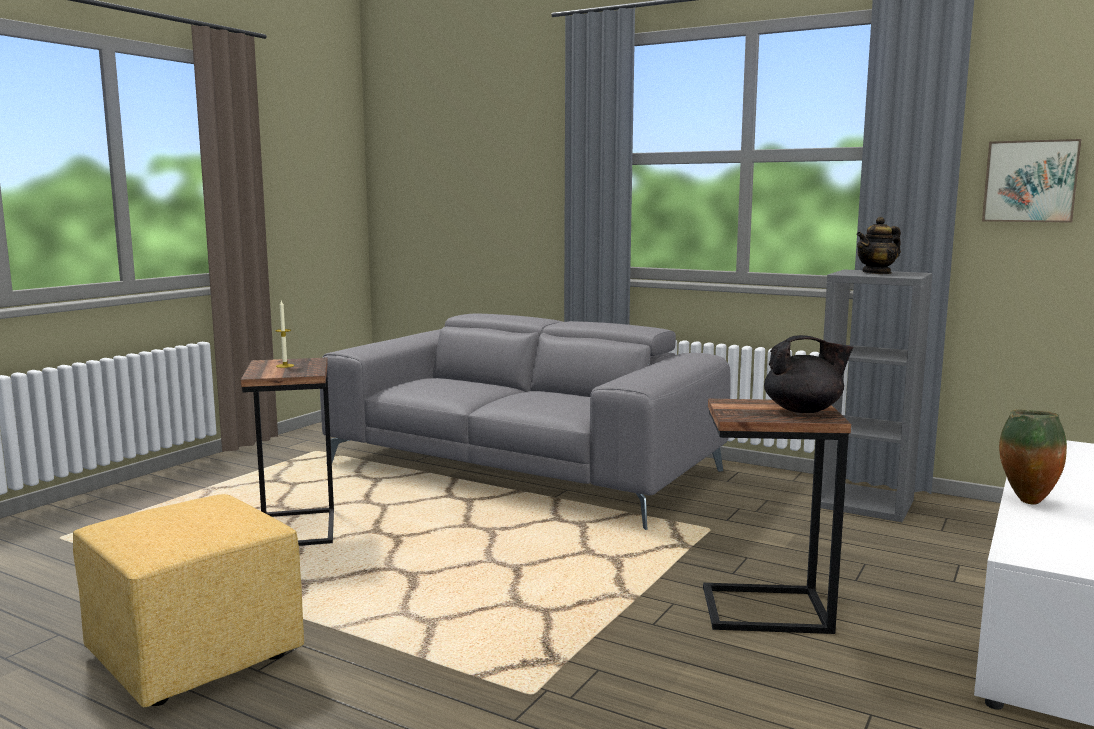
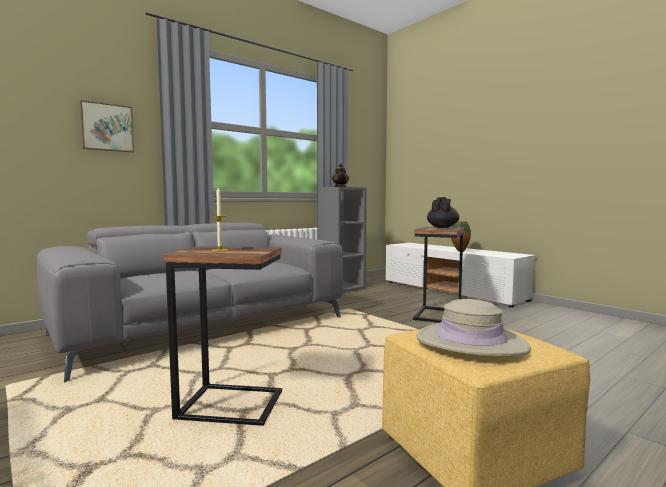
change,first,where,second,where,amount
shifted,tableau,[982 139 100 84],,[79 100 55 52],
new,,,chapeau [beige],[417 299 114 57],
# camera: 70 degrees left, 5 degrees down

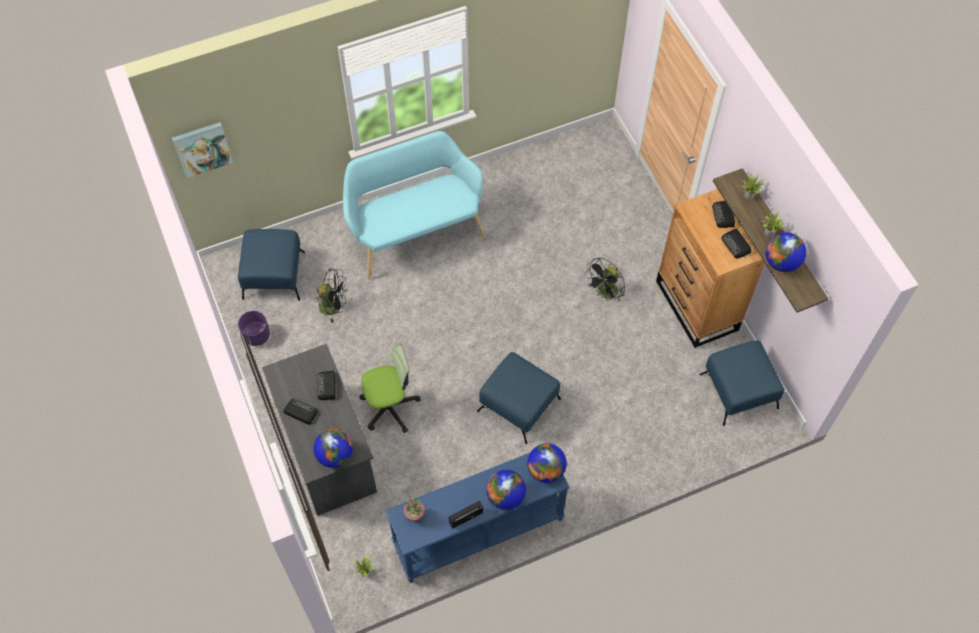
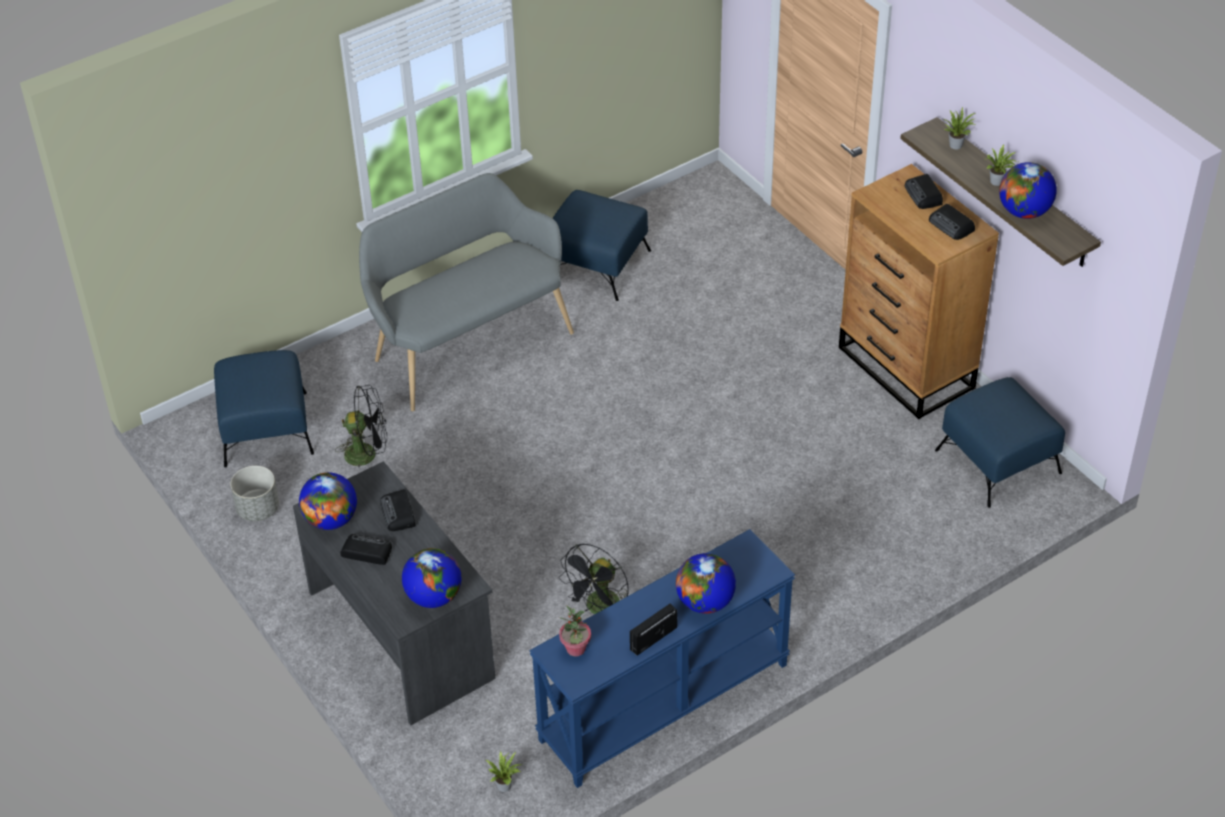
change,first,where,second,where,amount
repainted,cache-pot [violet],[238 311 32 35],cache-pot [gris],[230 466 49 55],
shifted,globe,[527 443 40 40],,[299 472 58 58],
repainted,banc [turquoise],[343 131 142 149],banc [gris],[359 173 215 238],
shifted,pouf [bleu],[477 352 84 92],,[553 190 98 111],
shifted,ventilateur [noir],[585 257 40 44],,[559 544 70 70],
gone,tableau,[172 122 61 56],,,
gone,chaise de bureau,[359 344 62 89],,,
# camera: 10 degrees left, 15 degrees down

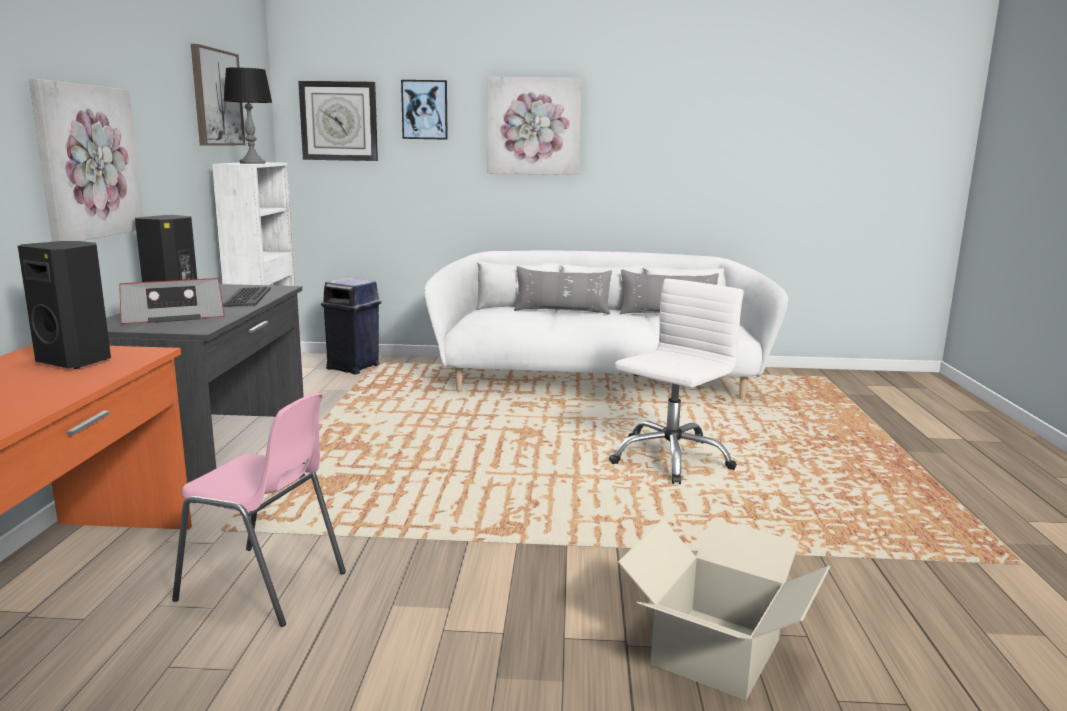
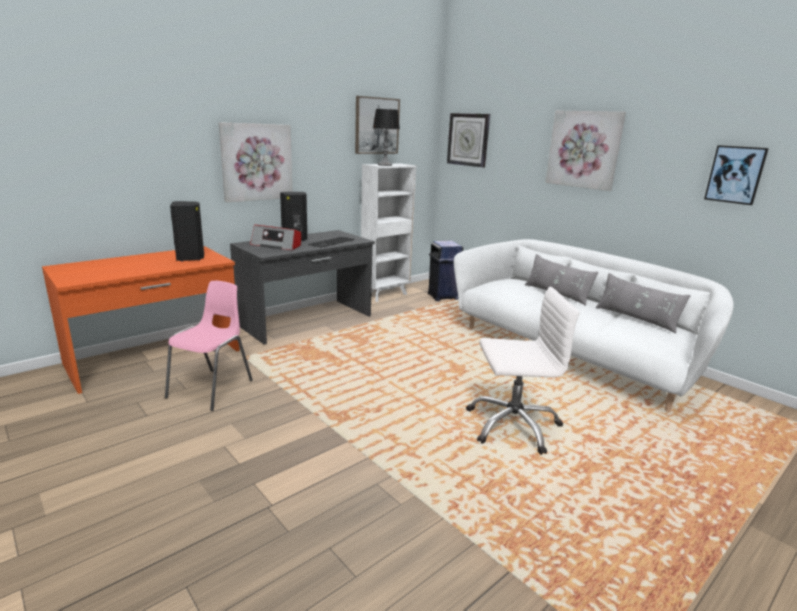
change,first,where,second,where,amount
rotated,chaise [rose],[172 392 174 235],,[165 281 88 130],135 degrees counterclockwise
shifted,tableau,[401 80 47 60],,[704 145 65 60],
gone,carton,[618 519 213 181],,,
# camera: 45 degrees right, 5 degrees up

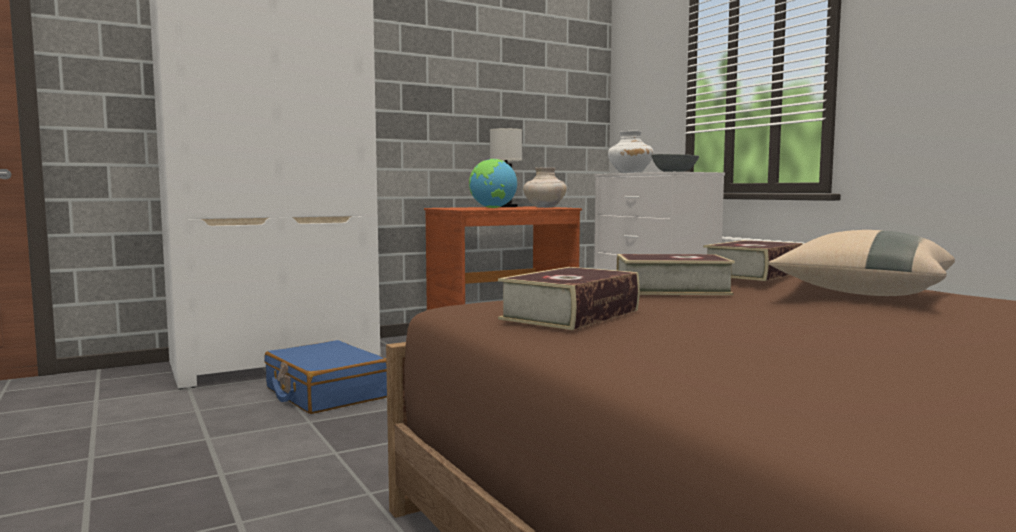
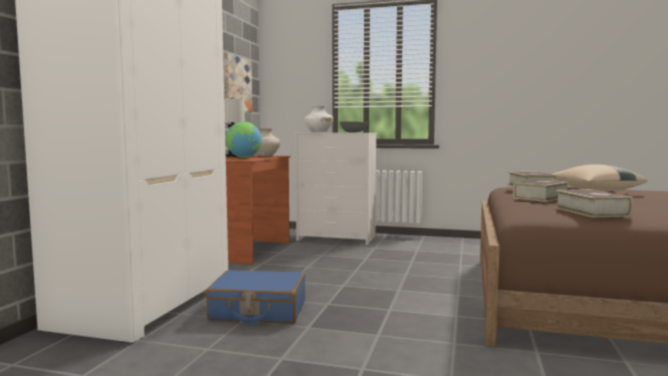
change,first,where,second,where,amount
new,,,tableau,[224 53 28 60],
# camera: 45 degrees left, 0 degrees up

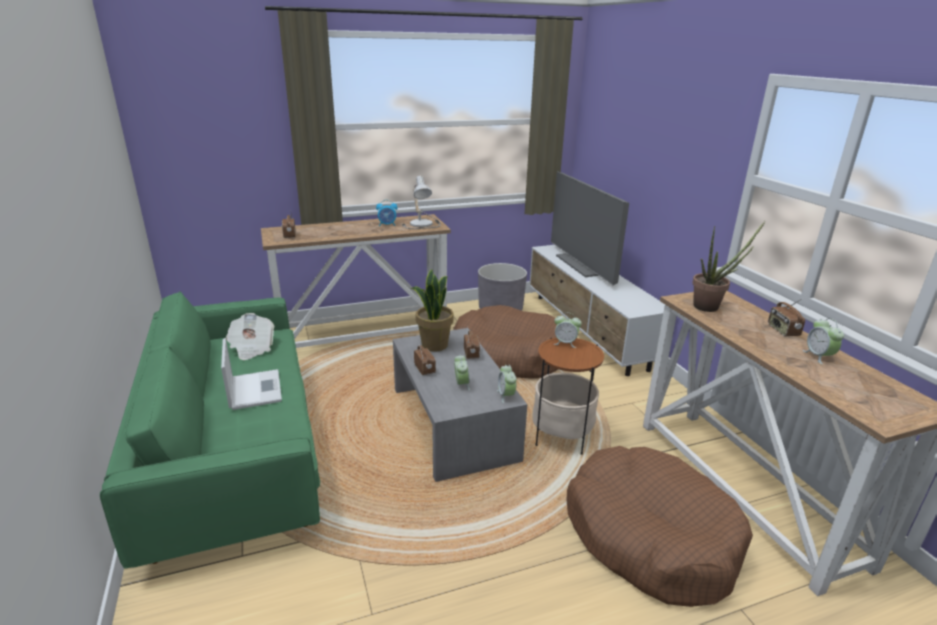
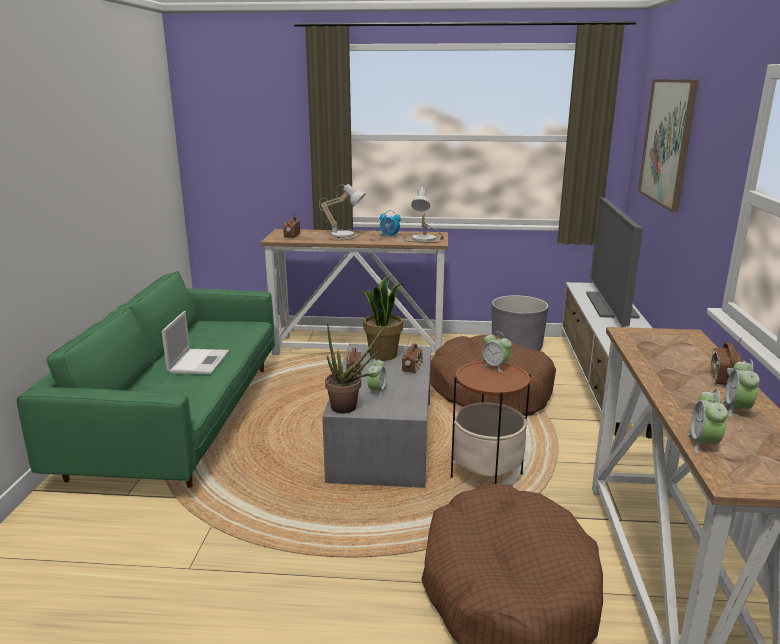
change,first,where,second,where,amount
new,,,lampe de table,[319 184 47 56],
shifted,plante en pot,[692 221 73 91],,[325 323 61 91],
new,,,tableau,[638 79 61 133],
shifted,réveil,[497 365 20 38],,[688 389 40 65],
gone,journal,[226 313 48 47],,,
# camera: 25 degrees right, 5 degrees down

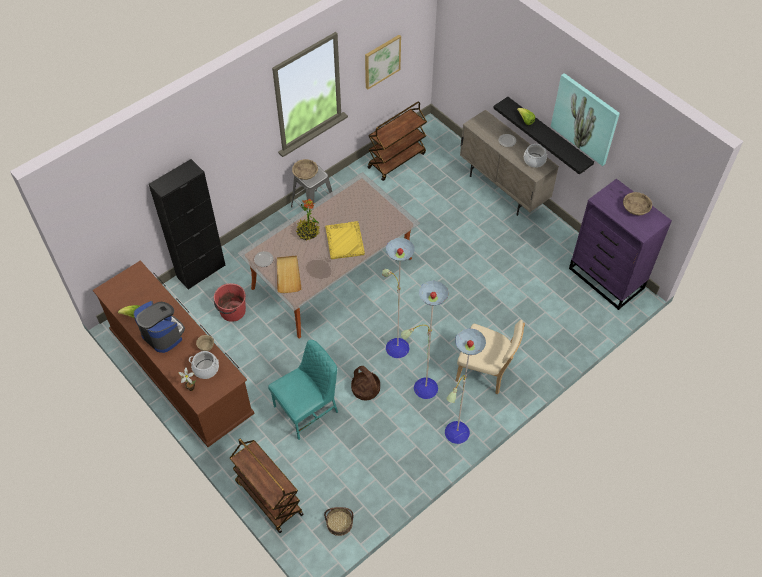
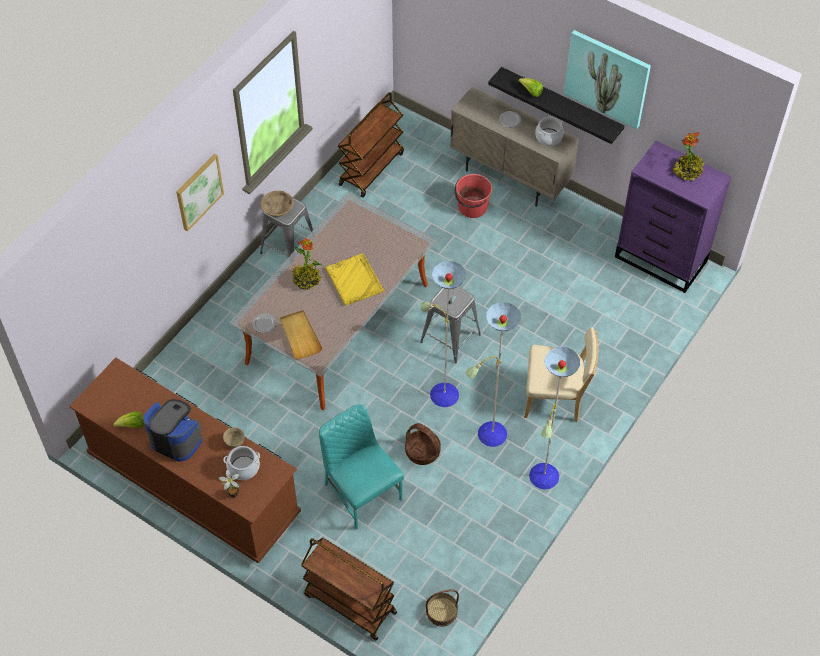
change,first,where,second,where,amount
shifted,tableau,[365 35 36 55],,[176 154 48 77],
rotated,chaise [turquoise],[268 340 70 100],,[319 405 85 124],75 degrees counterclockwise
new,,,tabouret [gris],[420 287 61 77],
shifted,seau [rouge],[214 283 32 39],,[455 174 37 44],
swapped,bol [beige],[623 192 29 23],plante en pot,[672 132 32 49],
gone,meuble de rangement [noir],[149 159 77 131],,,
# camera: 15 degrees left, 0 degrees up

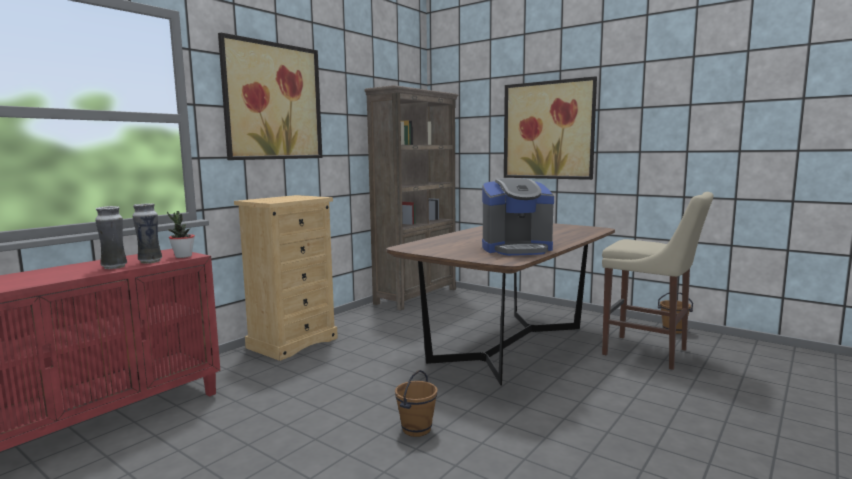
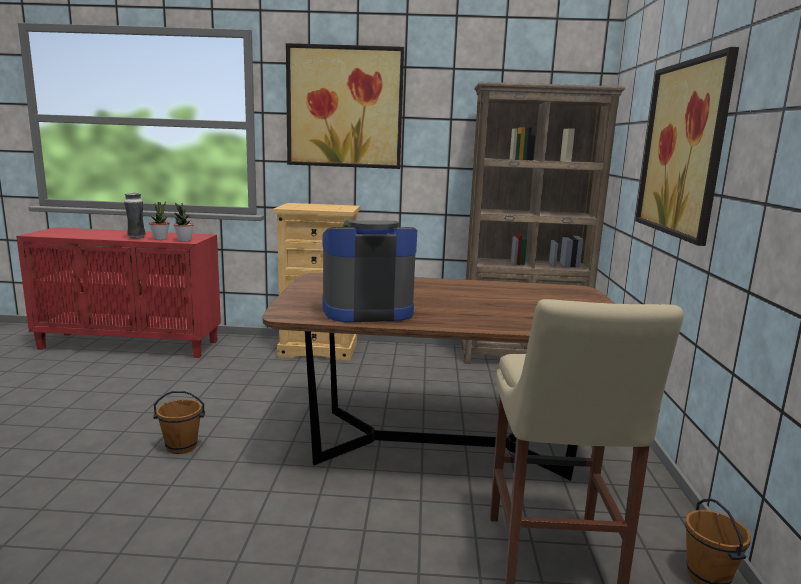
change,first,where,second,where,amount
swapped,vase,[133 204 29 60],plante en pot,[149 201 21 39],
rotated,machine à café,[482 178 72 78],,[322 220 95 102],120 degrees clockwise
# camera: 55 degrees right, 5 degrees up

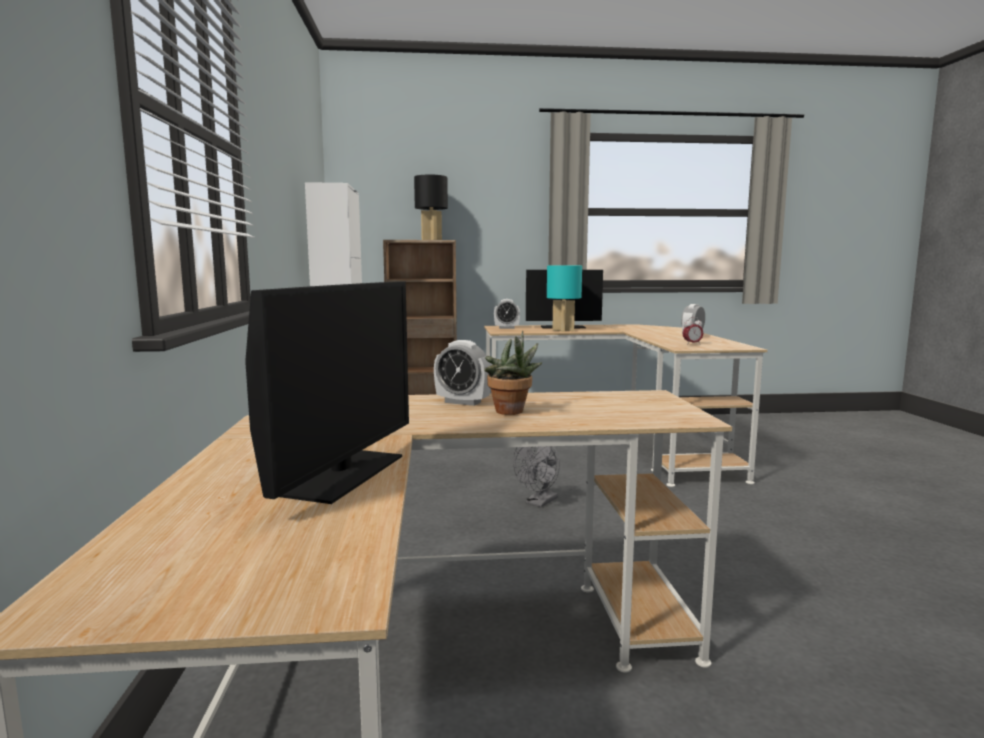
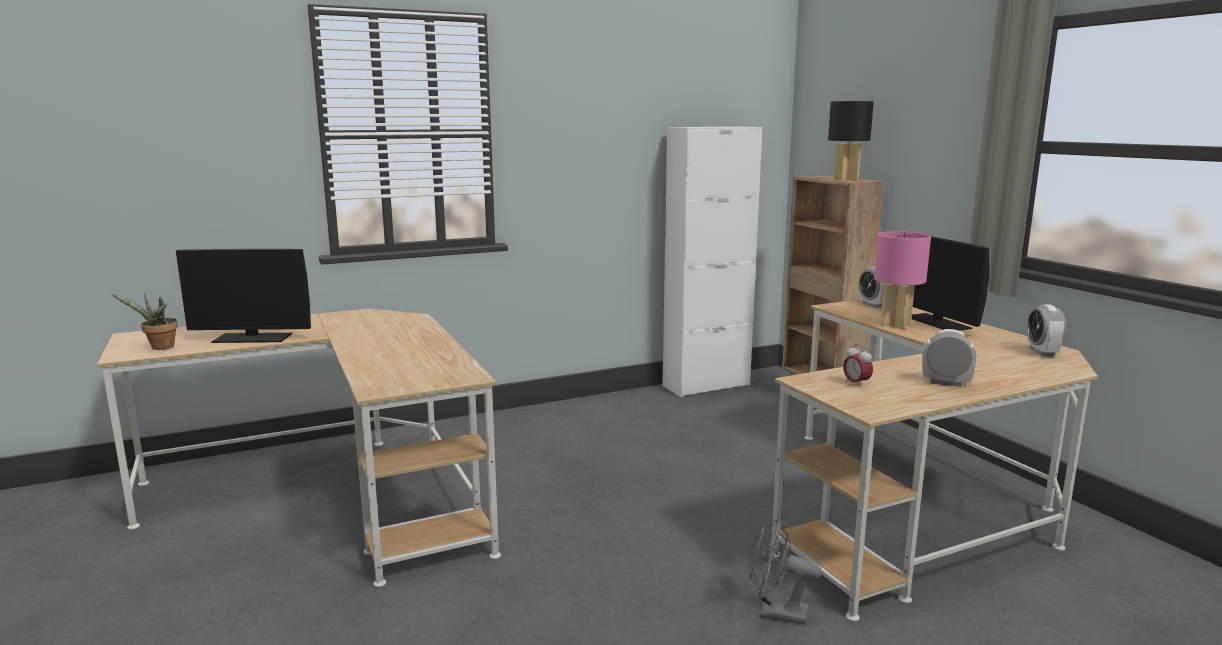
change,first,where,second,where,amount
shifted,plante en pot,[484 331 59 84],,[112 293 66 57],
shifted,ventilateur [gris],[513 446 47 61],,[748 518 74 107],
repainted,lampe de table [turquoise],[547 266 35 66],lampe de table [rose],[874 231 57 98],
shifted,réveil,[434 340 57 66],,[1027 304 39 52],
# camera: 70 degrees right, 5 degrees up

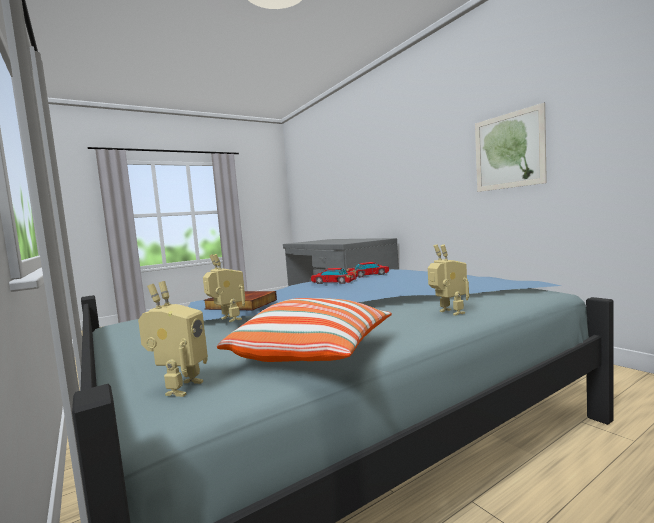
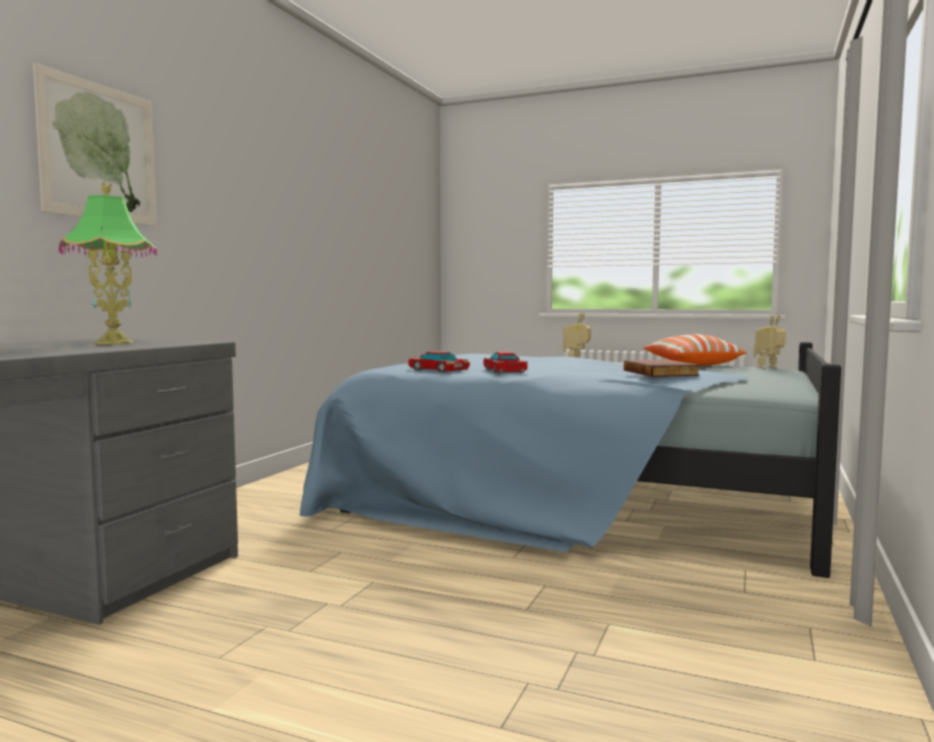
change,first,where,second,where,amount
shifted,tableau,[475 103 72 89],,[33 63 124 163],
new,,,lampe de table,[59 183 98 162],
gone,robot jouet,[203 254 42 68],,,
# camera: 125 degrees left, 0 degrees up

